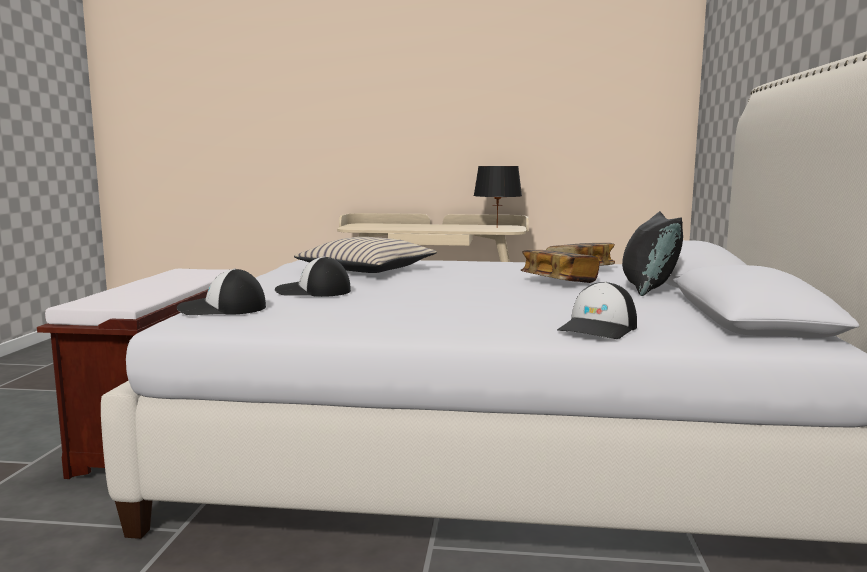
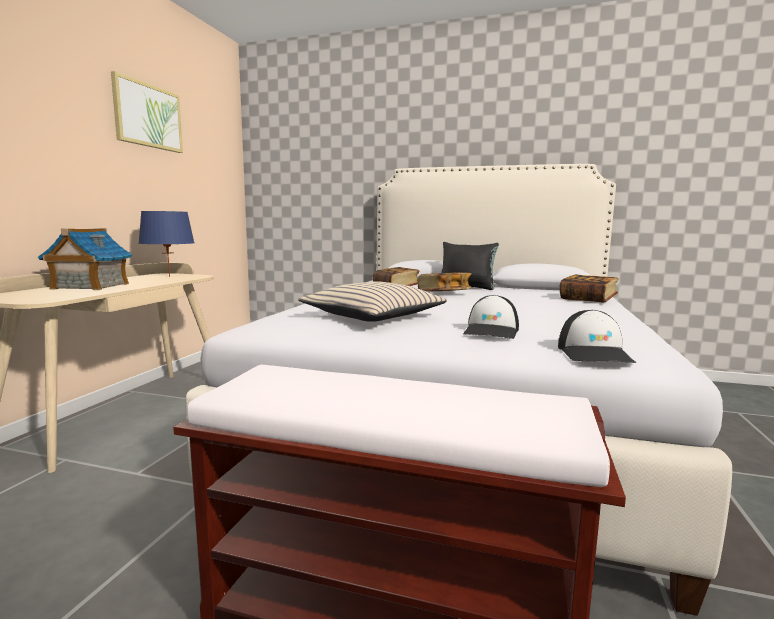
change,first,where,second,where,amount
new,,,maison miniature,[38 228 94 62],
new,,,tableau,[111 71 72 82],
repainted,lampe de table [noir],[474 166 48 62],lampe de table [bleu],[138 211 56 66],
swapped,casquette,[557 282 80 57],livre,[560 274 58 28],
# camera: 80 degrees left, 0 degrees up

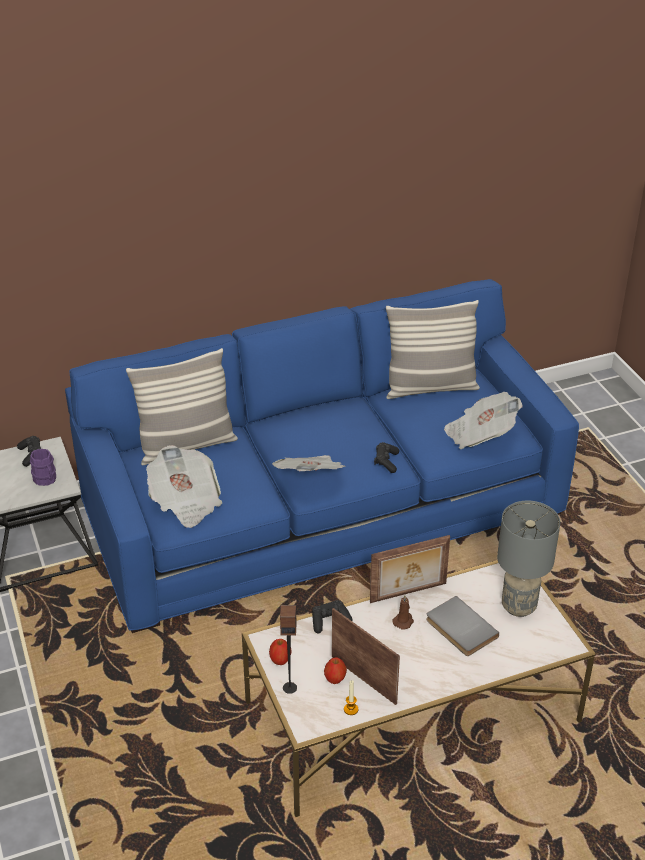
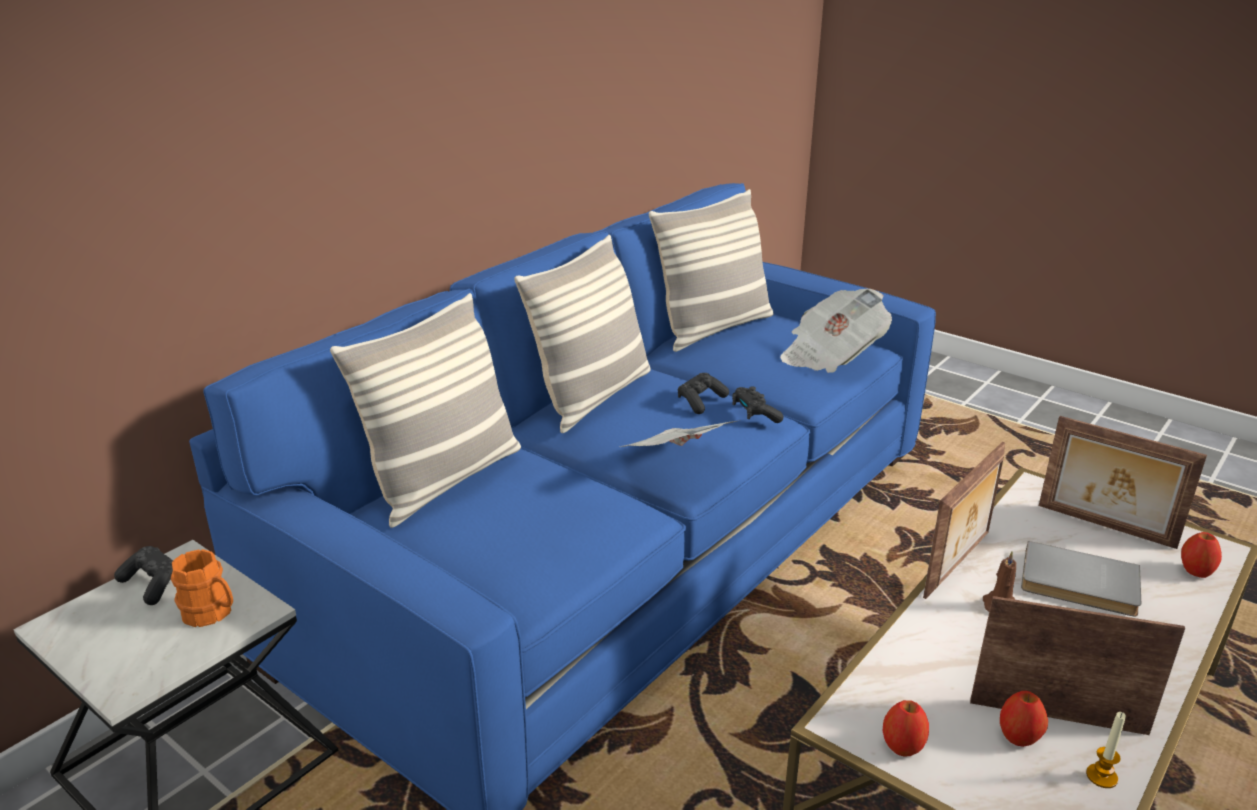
change,first,where,second,where,amount
repainted,mug [violet],[30 449 26 37],mug [orange],[171 549 62 78],
new,,,coussin,[514 235 137 198],
shifted,manette [noir],[312 600 41 33],,[678 373 51 41],
swapped,lampe de table [gris],[497 501 63 116],cadre photo,[1039 416 168 133],
new,,,pomme,[1181 532 41 46],
gone,journal,[146 445 76 83],,,
gone,enceinte,[280 605 17 89],,,
# camera: 30 degrees left, 10 degrees down

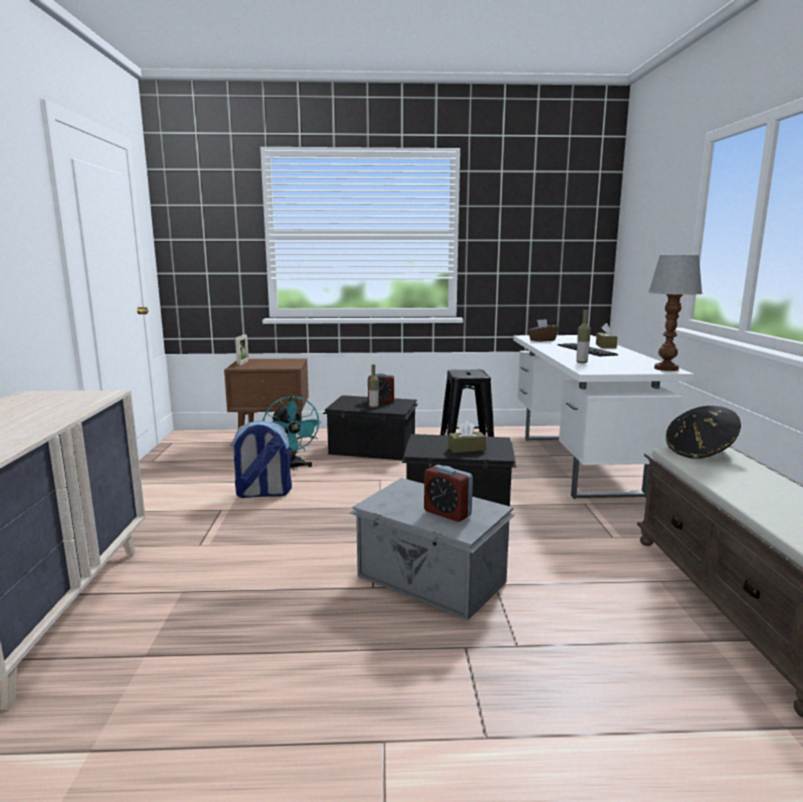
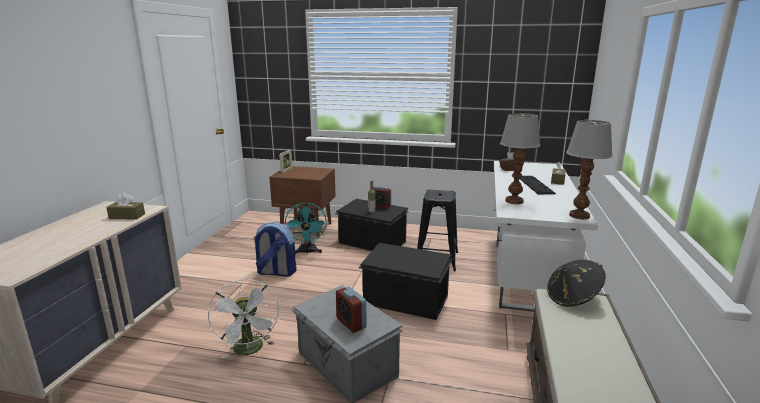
change,first,where,second,where,amount
shifted,boîte à mouchoirs [marron],[448 421 38 32],,[106 193 39 26],
new,,,ventilateur [blanc],[208 279 71 80],
swapped,bouteille,[576 310 15 53],lampe de table,[500 113 41 91],
# camera: 15 degrees right, 5 degrees up

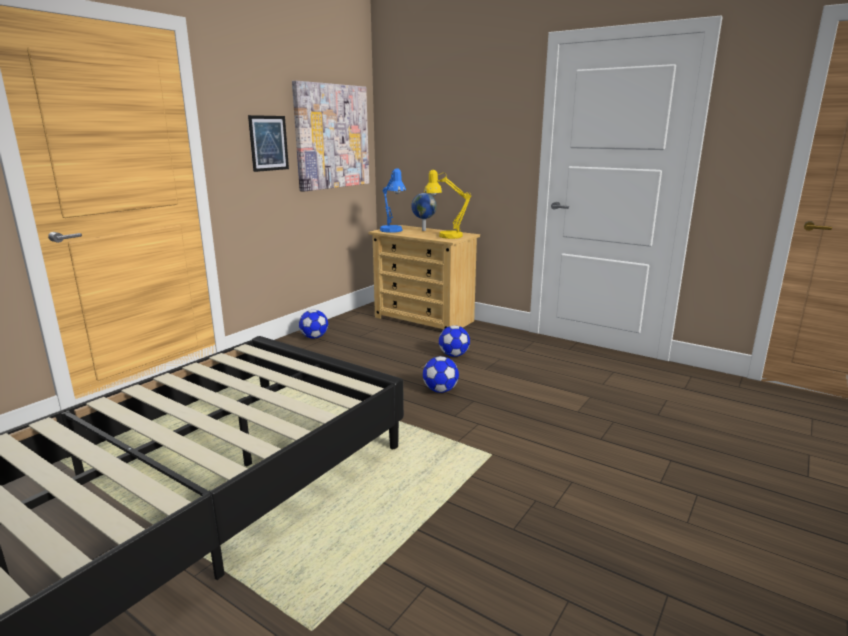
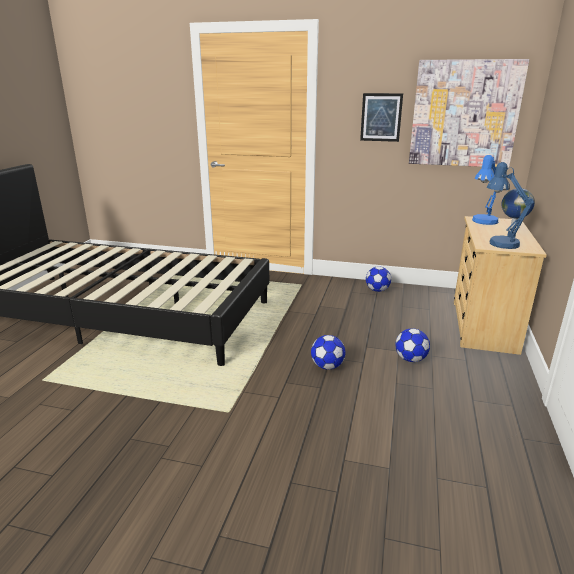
change,first,where,second,where,amount
repainted,lampe de table [jaune],[424 170 47 69],lampe de table [bleu],[487 162 47 87],
# camera: 70 degrees right, 5 degrees up

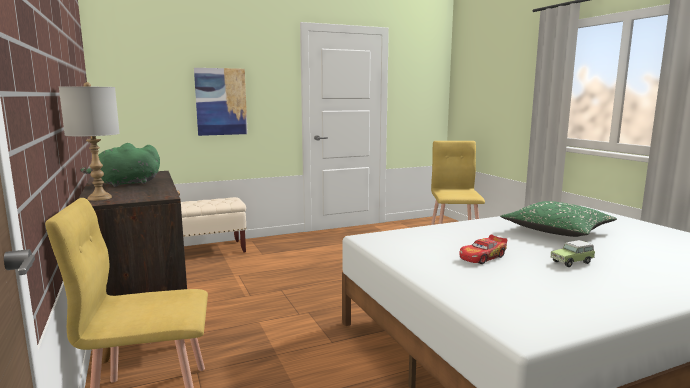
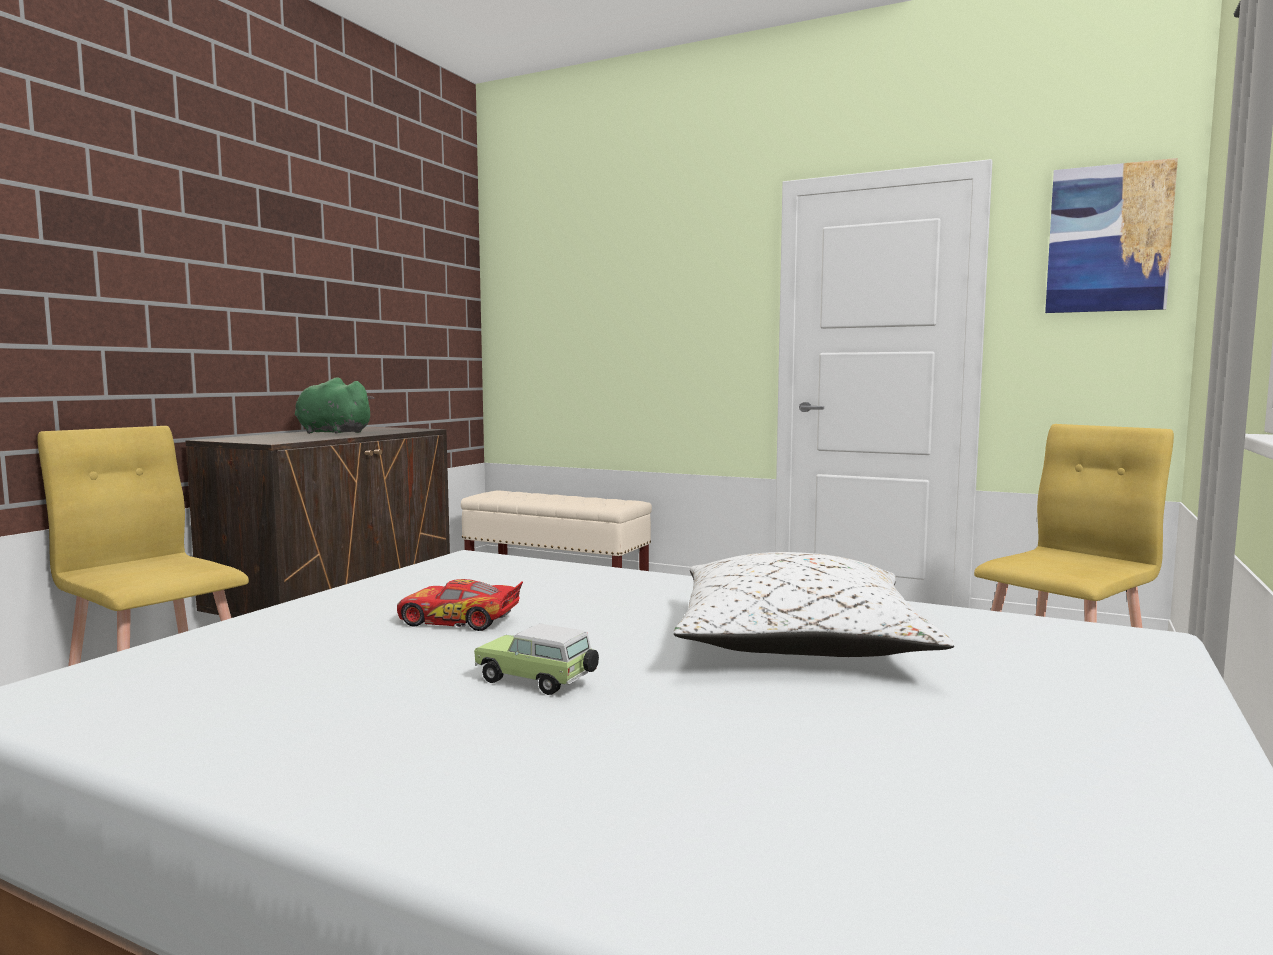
change,first,where,second,where,amount
repainted,coussin [vert],[500 201 117 36],coussin [blanc],[674 552 280 105],
shifted,tableau,[194 68 54 68],,[1045 158 133 155],
gone,lampe de table [gris],[59 82 61 119],,,
# camera: 50 degrees right, 5 degrees down

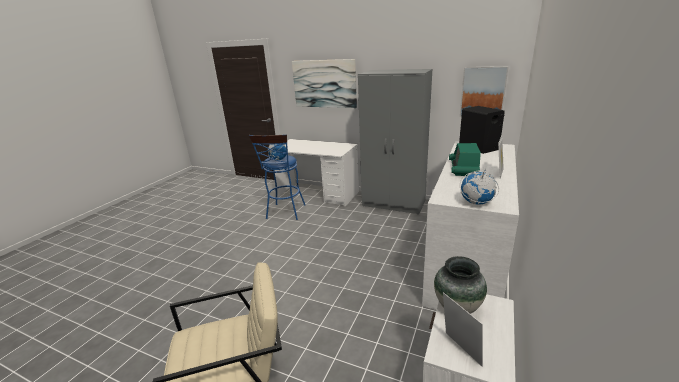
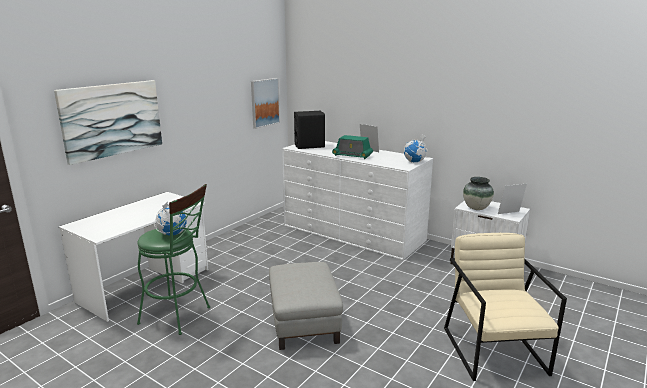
change,first,where,second,where,amount
repainted,tabouret [bleu],[249 134 57 86],tabouret [vert],[137 184 73 151],
new,,,pouf [gris],[269 262 74 88],
gone,armoire [gris],[358 69 74 146],,,
# camera: 80 degrees left, 5 degrees down

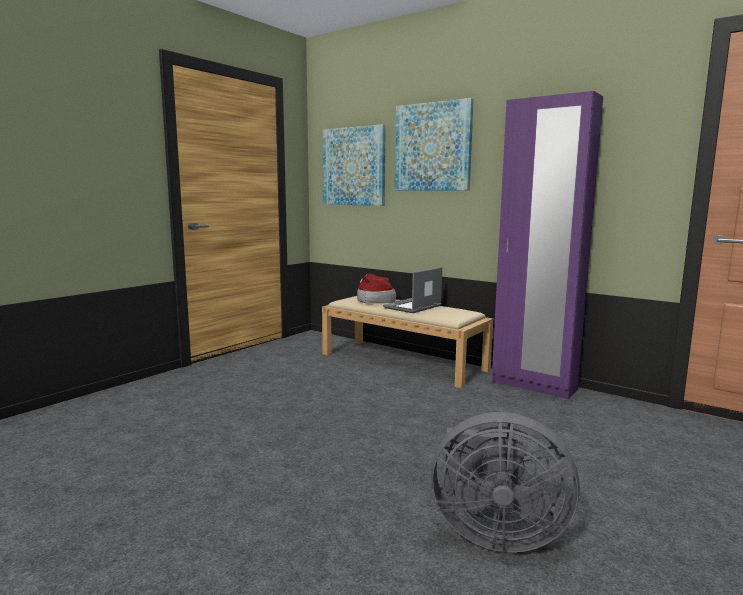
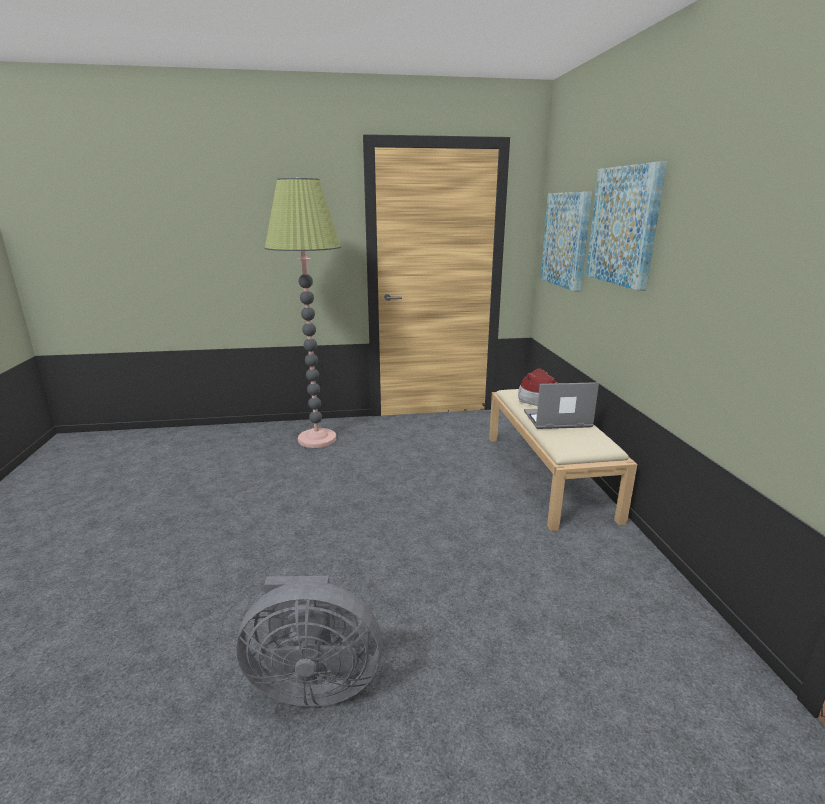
change,first,where,second,where,amount
rotated,ventilateur [gris],[431 412 148 140],,[236 576 146 131],60 degrees counterclockwise
new,,,lampadaire,[265 177 76 271],
gone,armoire [violet],[492 91 111 308],,,
# camera: 45 degrees right, 10 degrees up

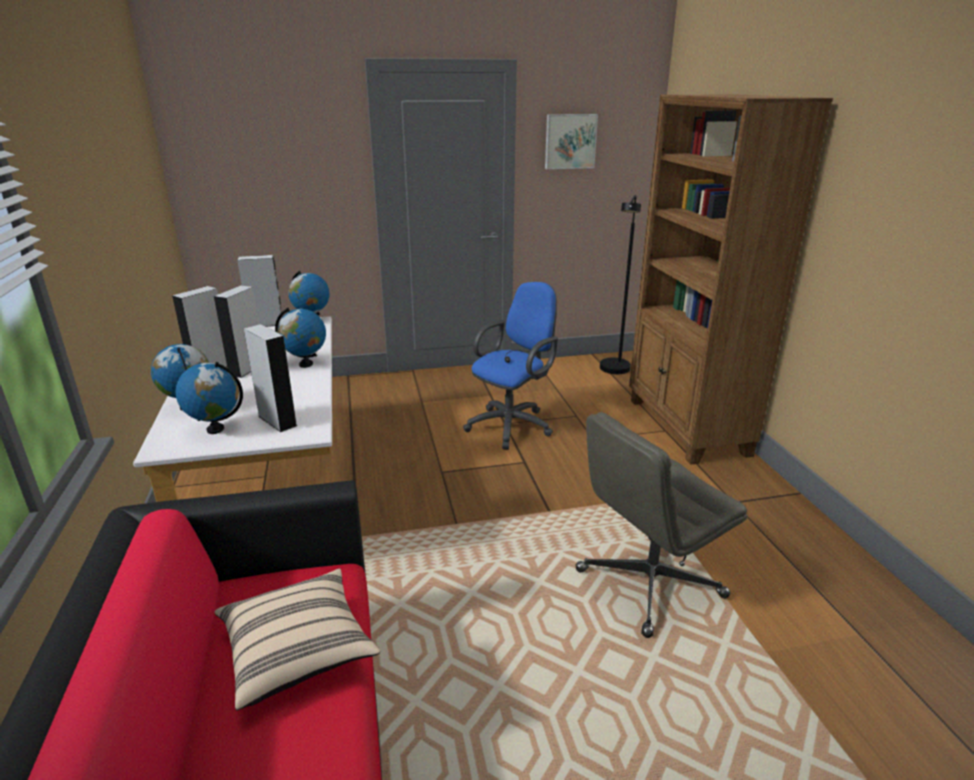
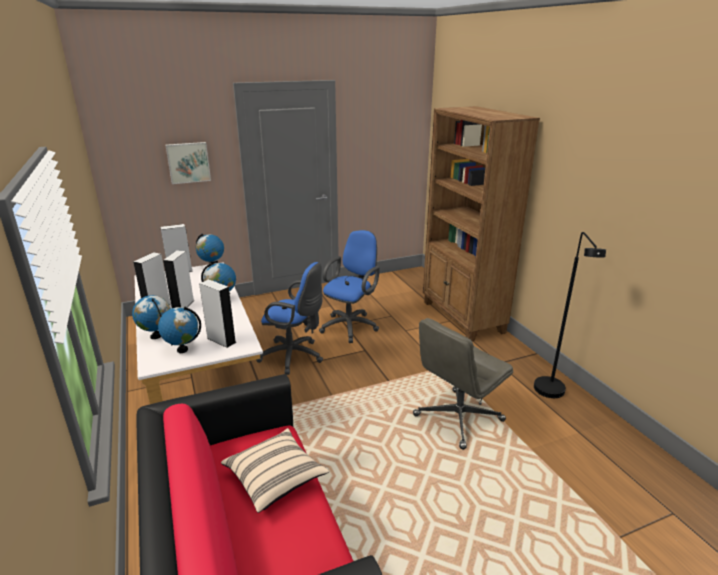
change,first,where,second,where,amount
shifted,tableau,[545 114 53 55],,[166 142 45 42],
new,,,chaise de bureau [bleu],[256 262 67 113],
shifted,lampadaire [noir],[600 195 41 179],,[534 232 72 166],
# camera: 10 degrees left, 0 degrees up

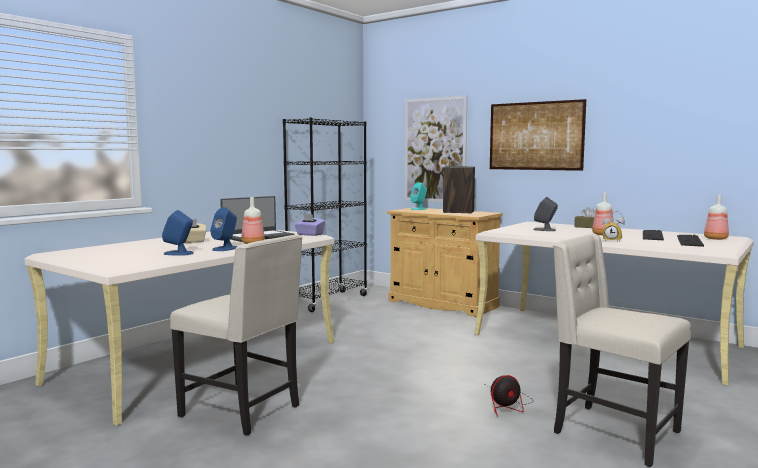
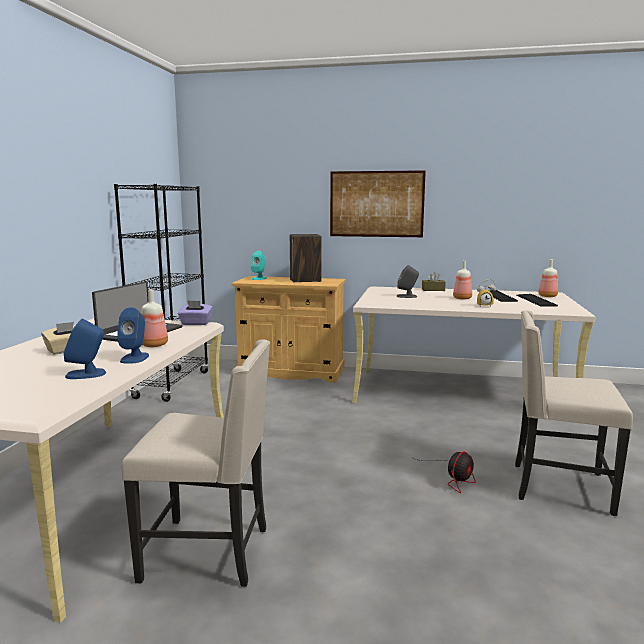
change,first,where,second,where,amount
gone,tableau,[405 95 62 107],,,
# camera: 25 degrees left, 5 degrees up

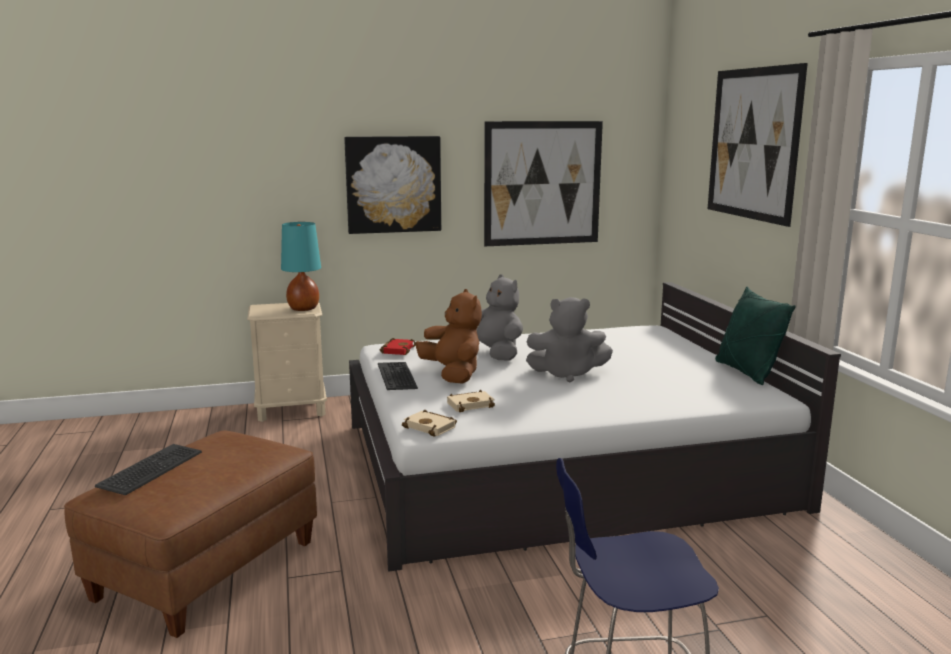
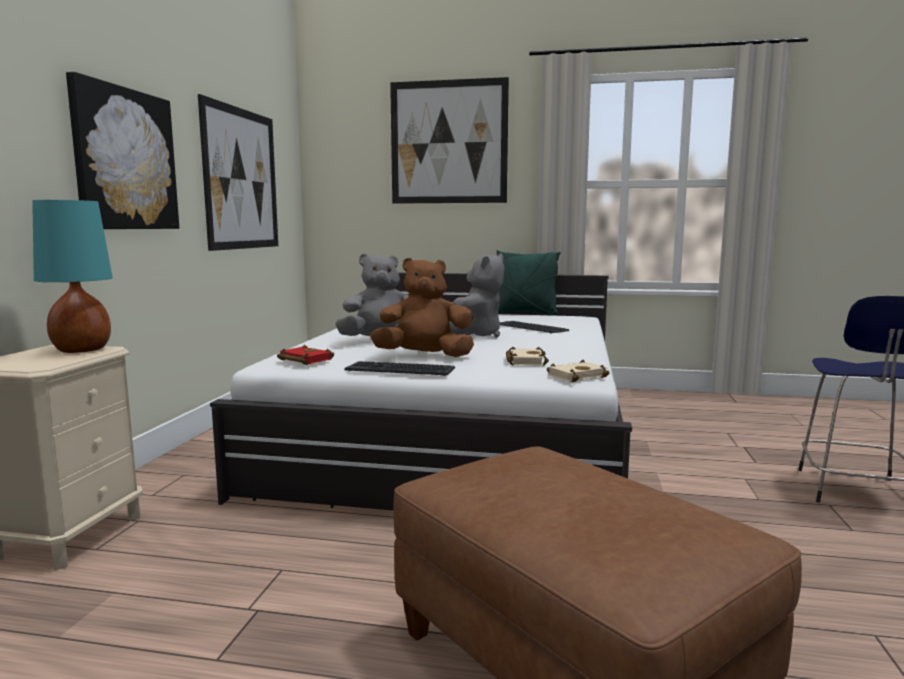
change,first,where,second,where,amount
shifted,clavier,[95 444 107 52],,[500 321 69 13],
# camera: 65 degrees left, 5 degrees down

